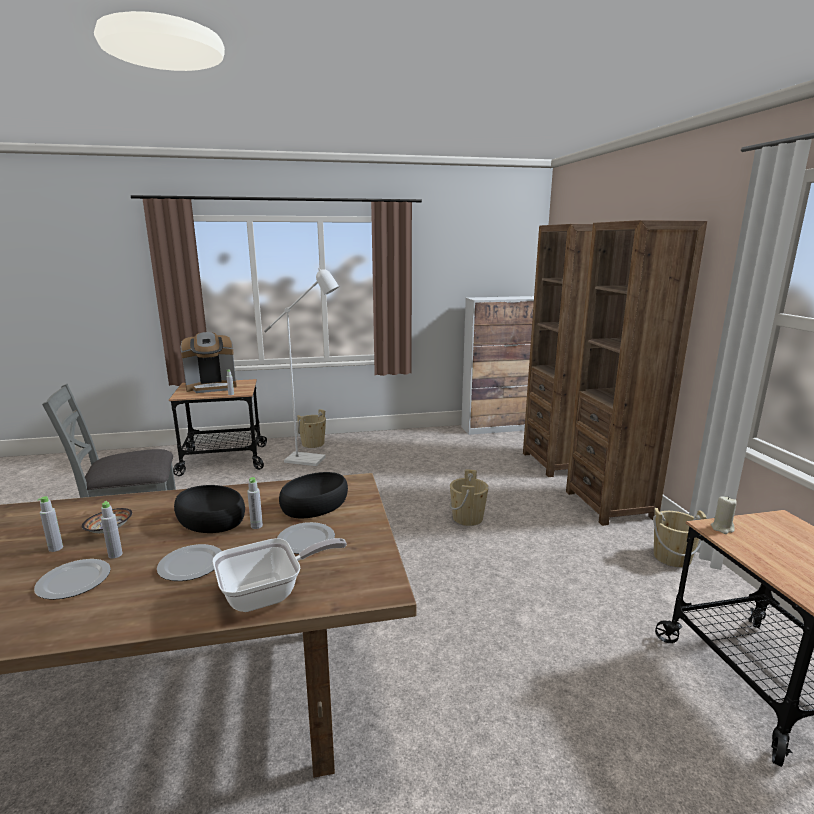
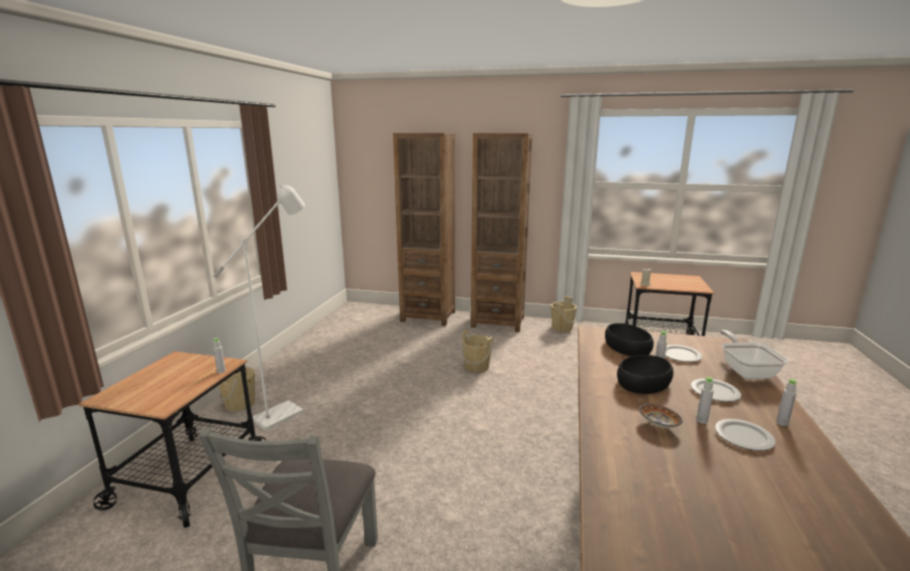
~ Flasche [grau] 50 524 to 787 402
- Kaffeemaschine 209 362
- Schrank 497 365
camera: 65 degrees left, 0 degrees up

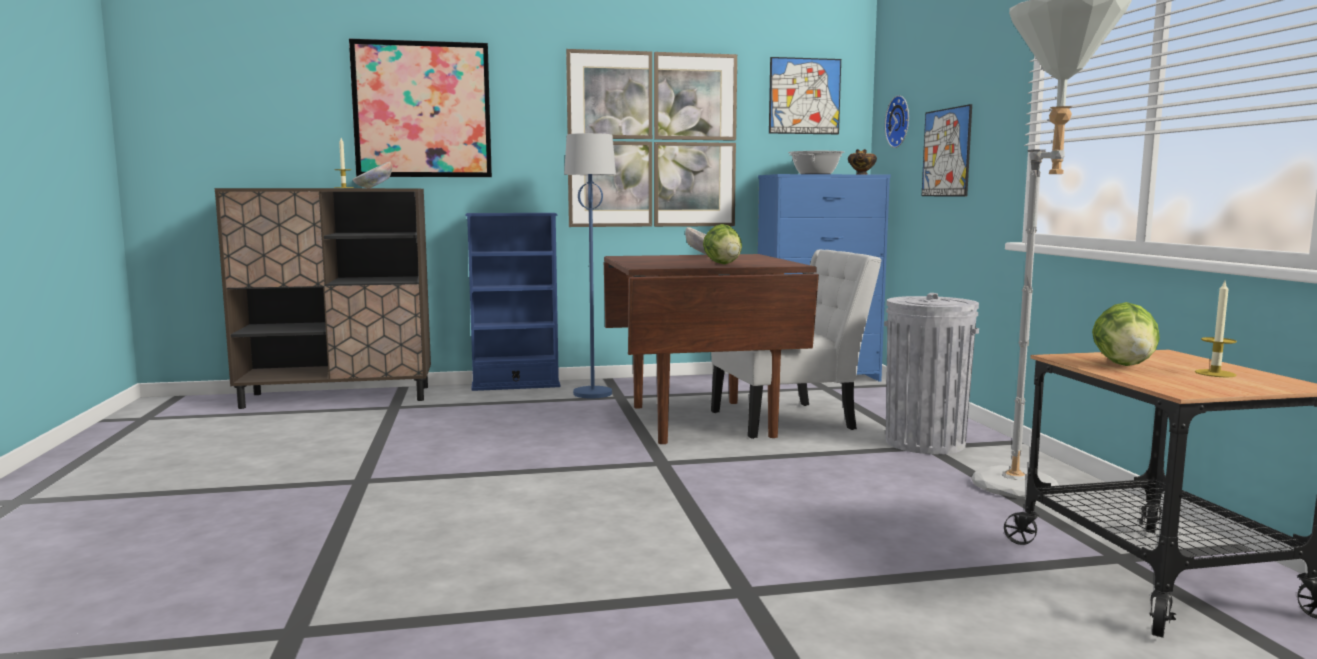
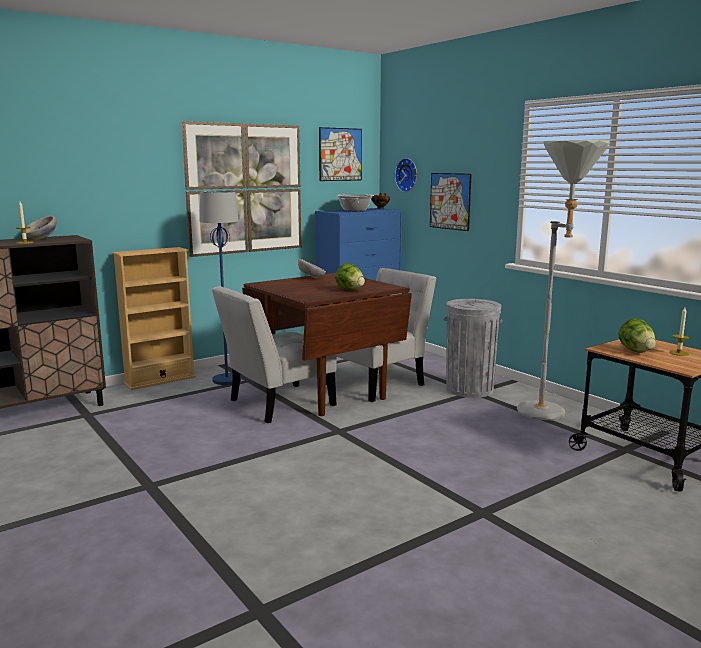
- Bild 420 108
~ Bücherregal [blau] 512 302 to Bücherregal [beige] 154 318
+ Stuhl [weiß] 274 354
camera: 25 degrees left, 5 degrees up

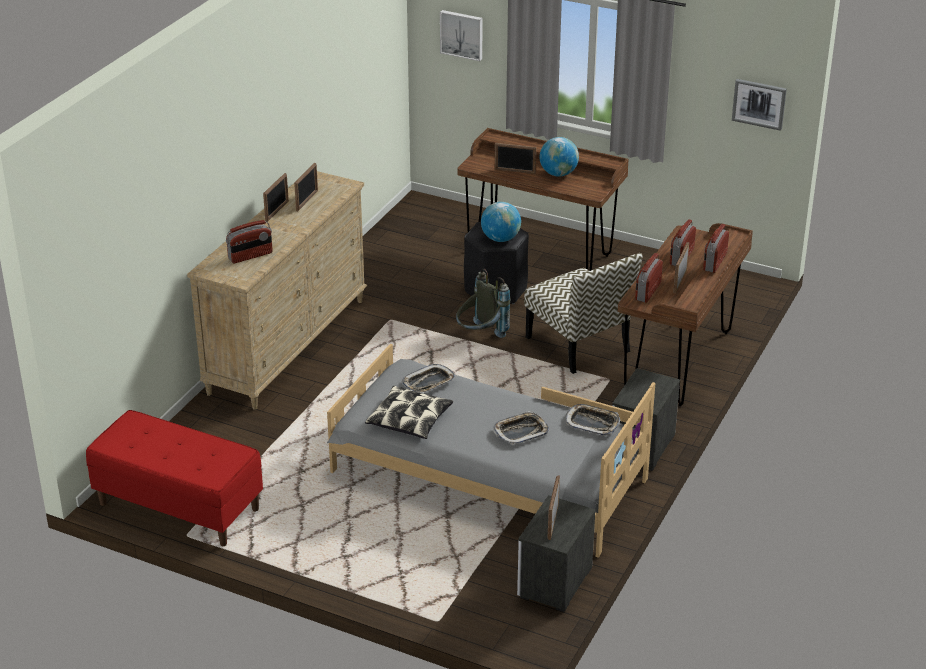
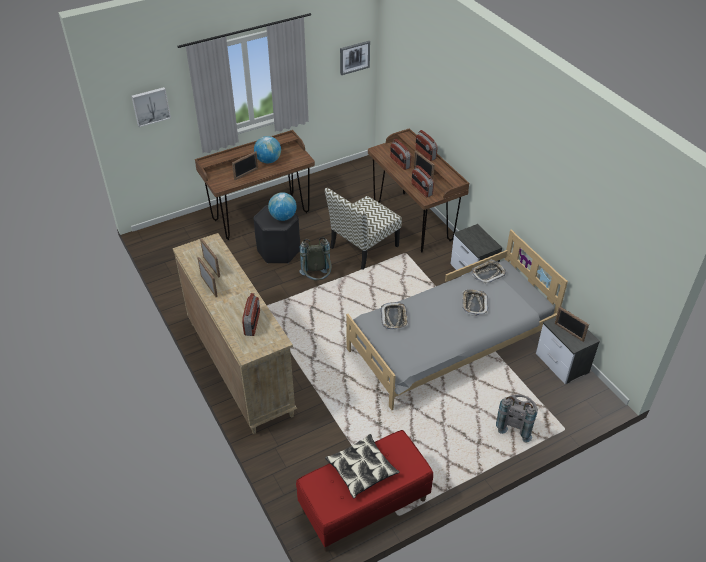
~ Kissen 409 412 to 362 466
~ Stuhl 583 313 = 363 229 135 degrees clockwise
+ Rucksack [grau] 517 419
camera: 55 degrees left, 10 degrees up

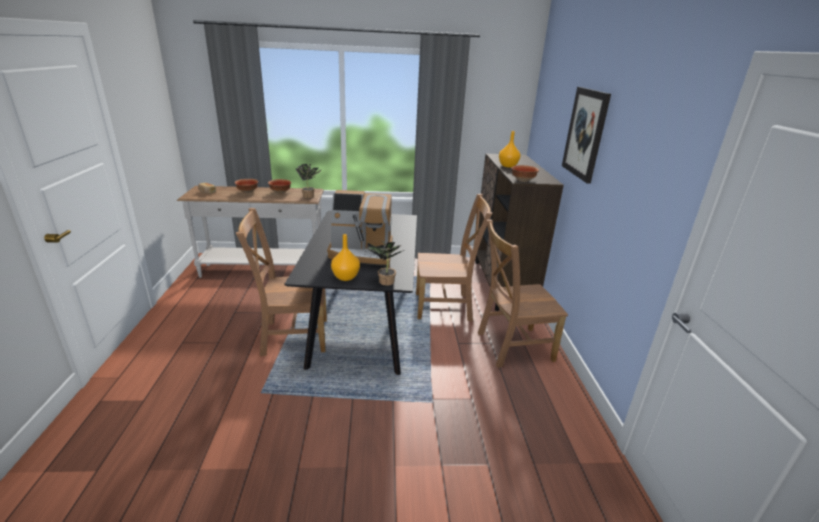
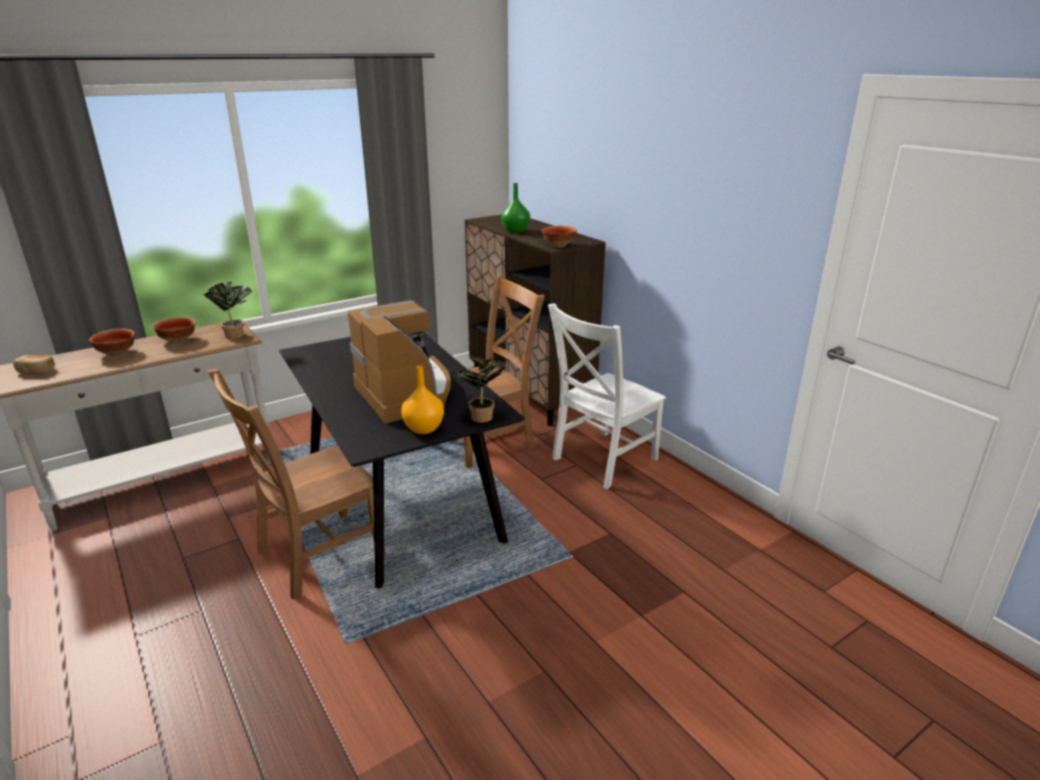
~ Kaffeemaschine 360 229 = 399 362 90 degrees counterclockwise
~ Stuhl [braun] 523 293 to Stuhl [weiß] 607 396
~ Vase [orange] 510 149 to Vase [grün] 515 208
- Bild 586 135
camera: 30 degrees left, 0 degrees up

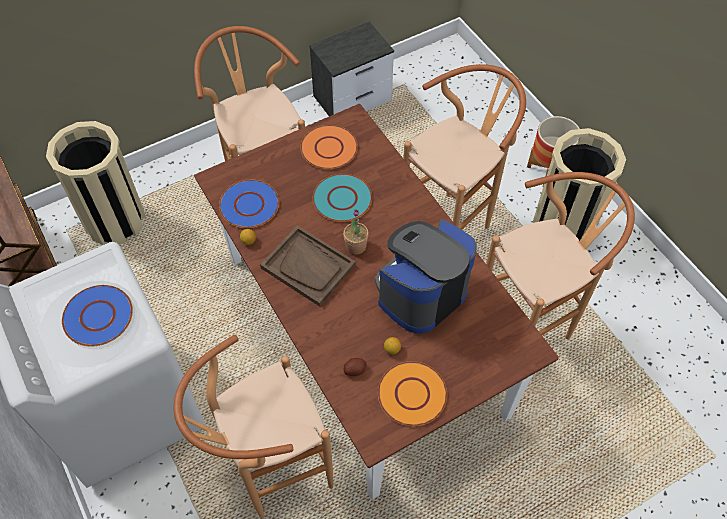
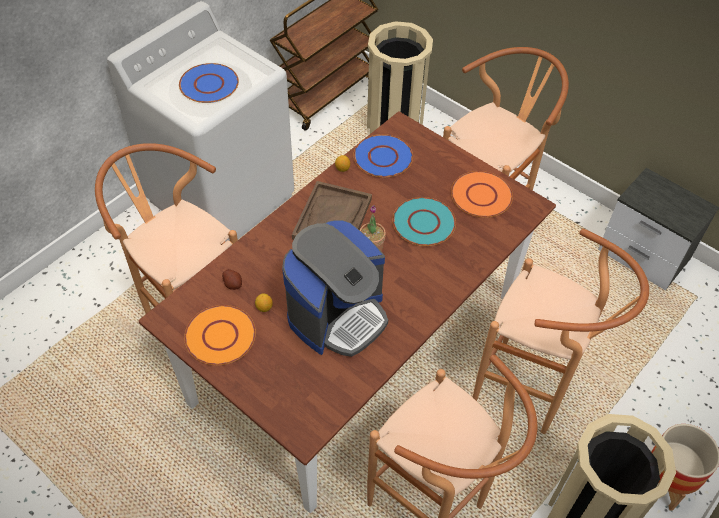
~ Kaffeemaschine 426 276 = 335 288 105 degrees clockwise
camera: 70 degrees right, 5 degrees down

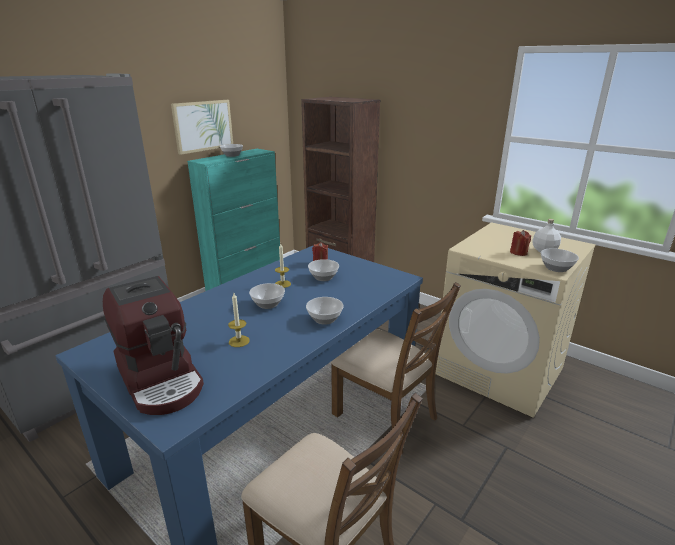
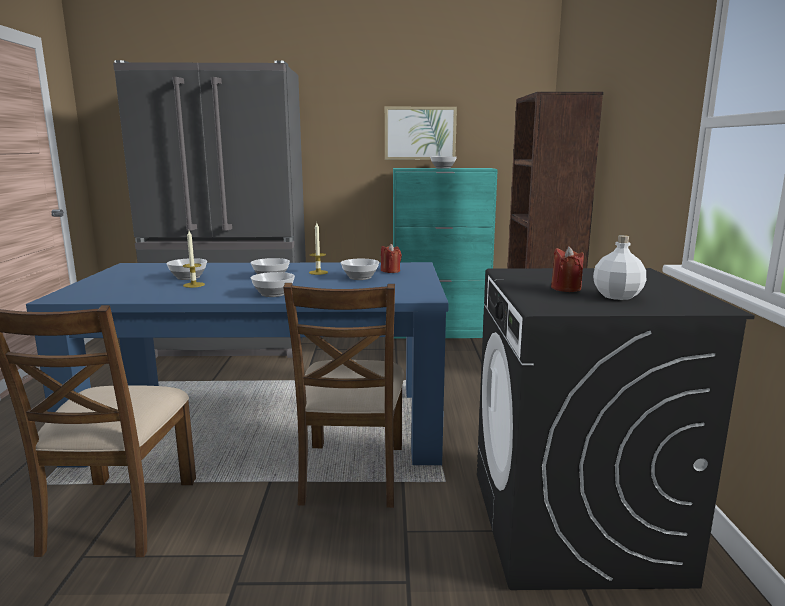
- Kaffeemaschine 153 345
~ Waschmaschine [beige] 516 320 to Waschmaschine [schwarz] 616 429
~ Schüssel 560 260 to 187 269
camera: 50 degrees right, 10 degrees down

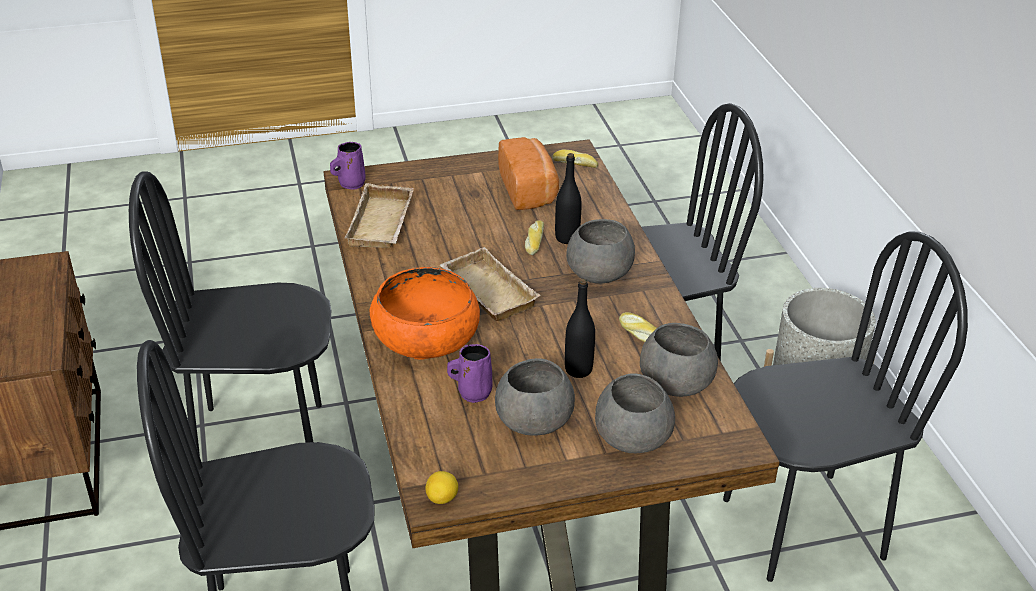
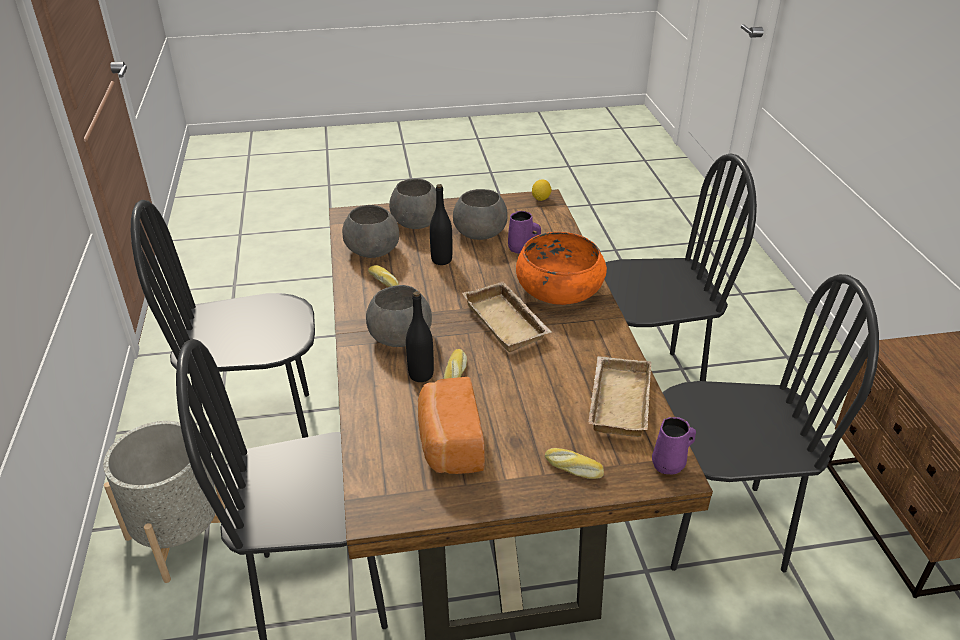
~ Brot 575 159 to 574 463
camera: 175 degrees left, 0 degrees up

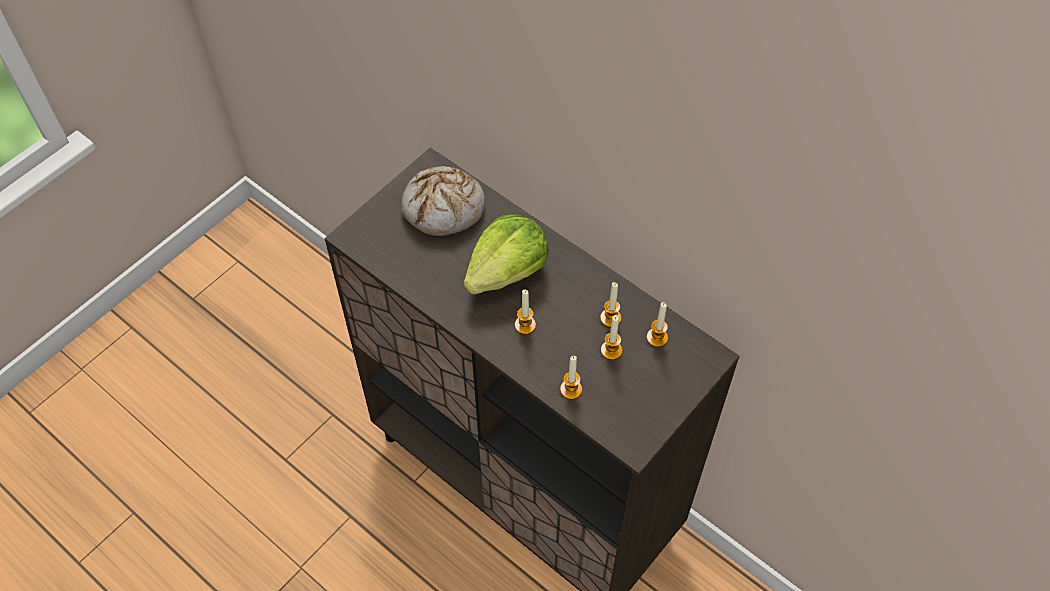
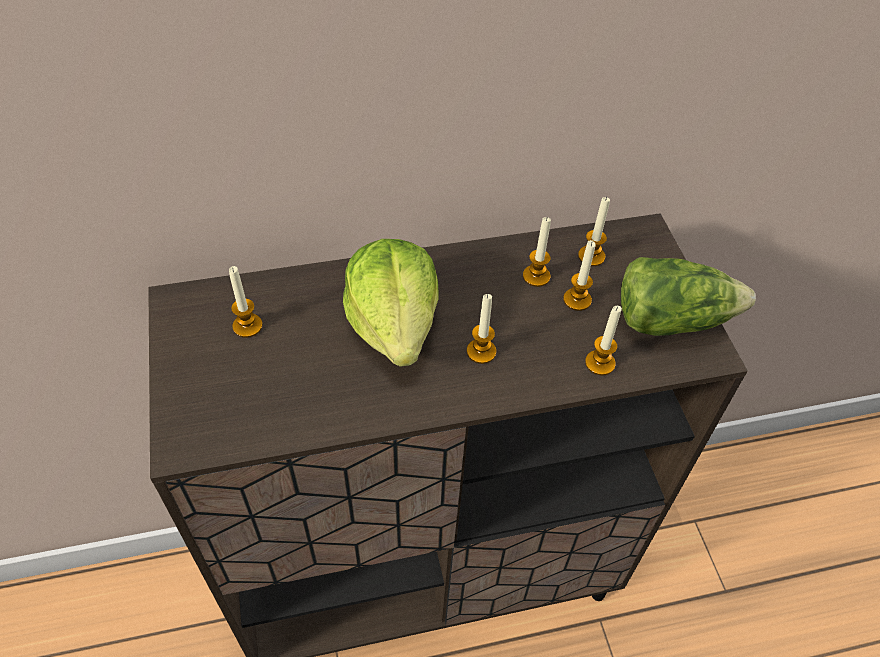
~ Brot 443 201 to Kerze 246 302
+ Salatkopf 688 296
camera: 55 degrees left, 5 degrees down

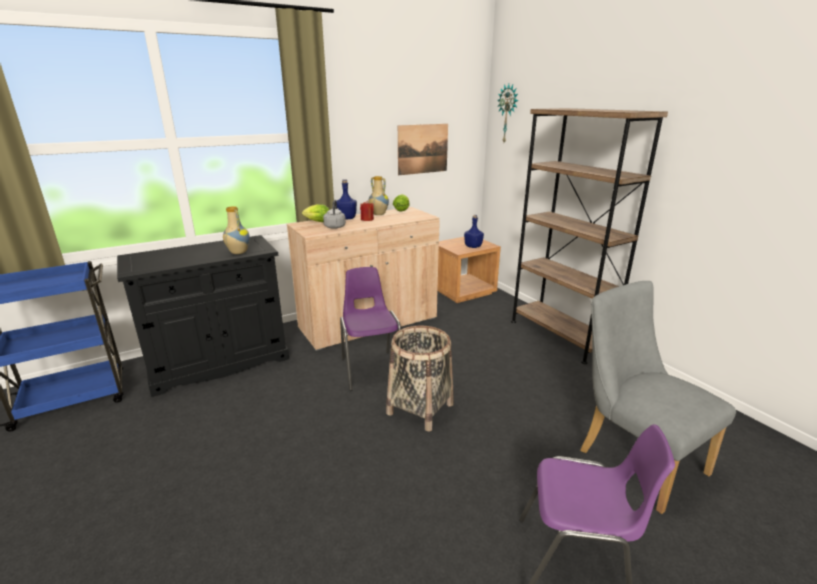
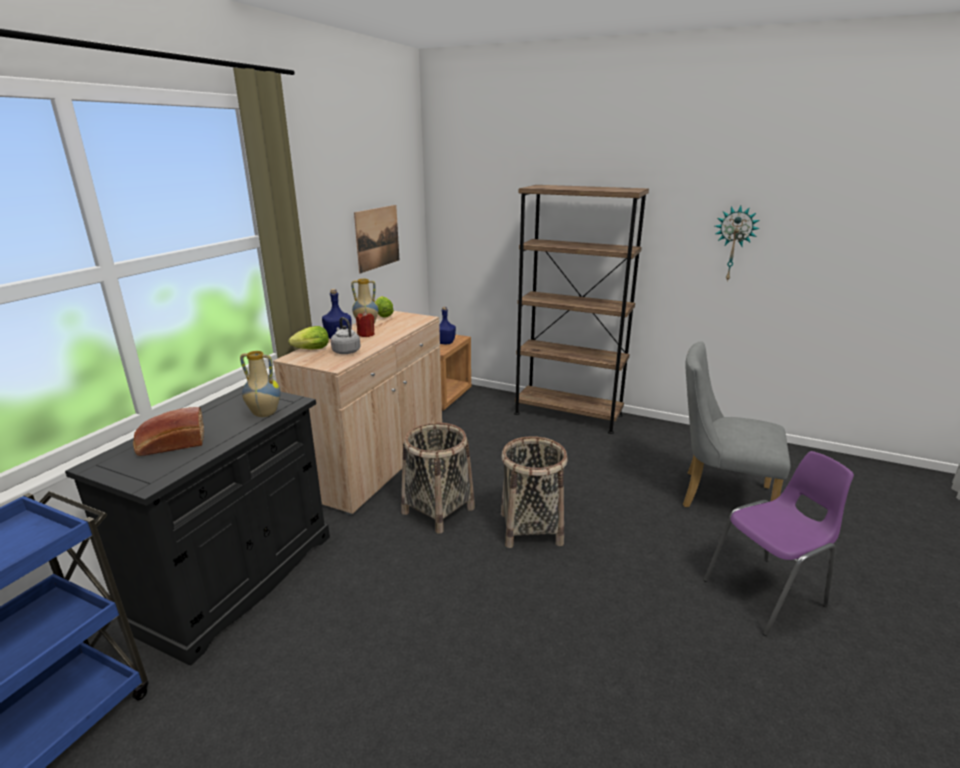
~ Stuhl [lila] 370 329 to Korb 438 478
~ Wanduhr 507 113 to 737 243
+ Brot 168 431
camera: 35 degrees left, 0 degrees up

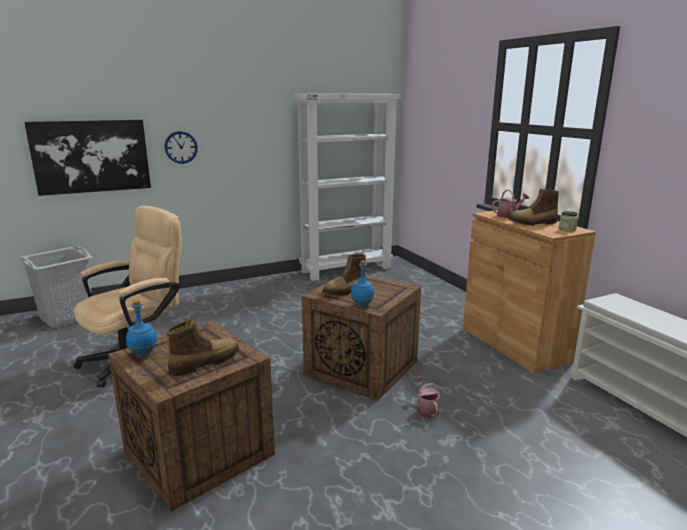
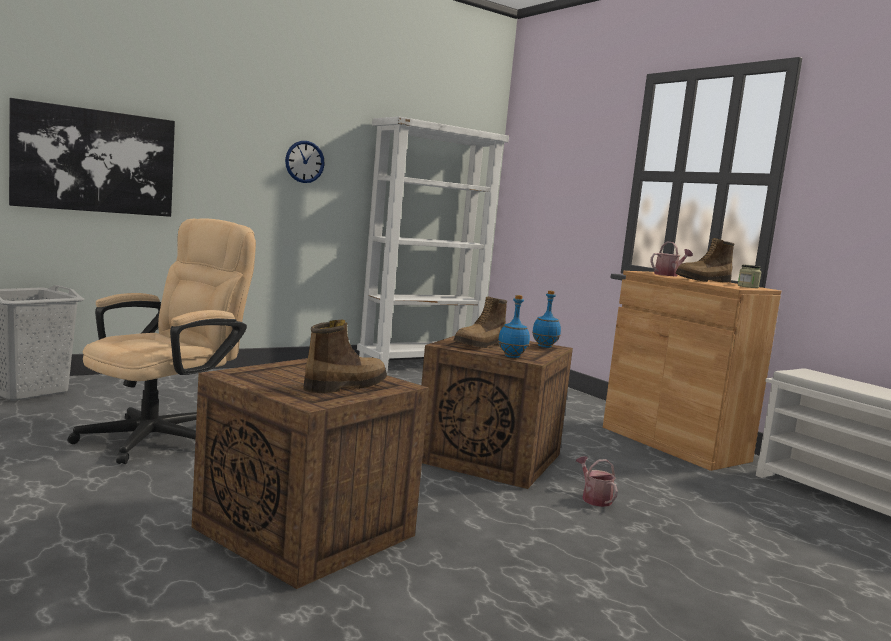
~ Flasche [blau] 142 328 to 546 319
~ Wanduhr 181 147 to 305 162
camera: 10 degrees left, 10 degrees down

